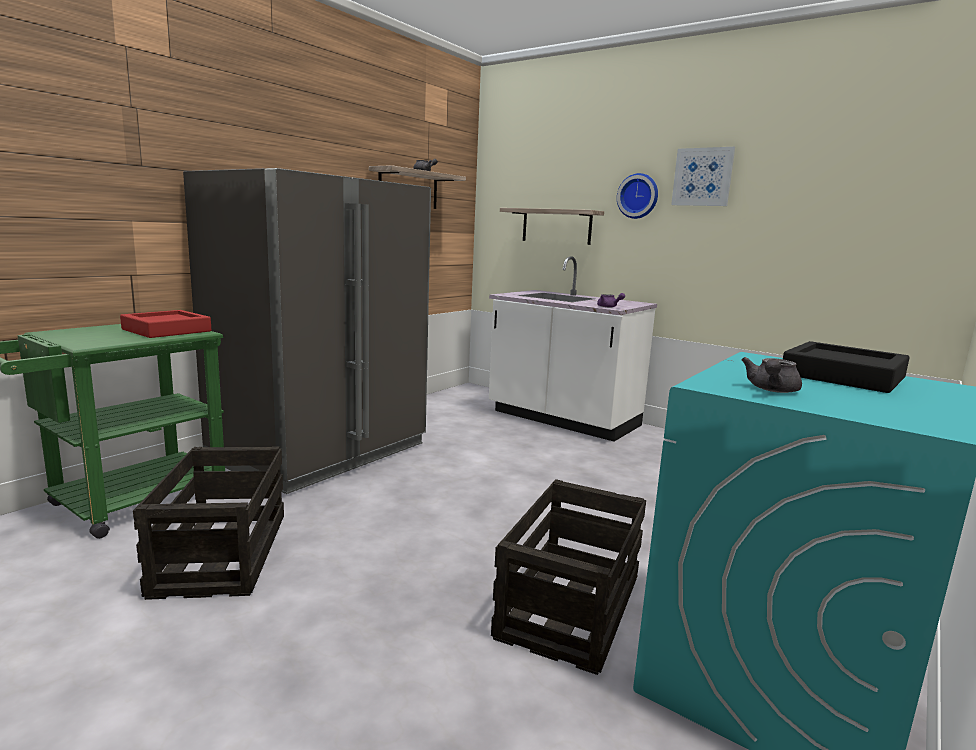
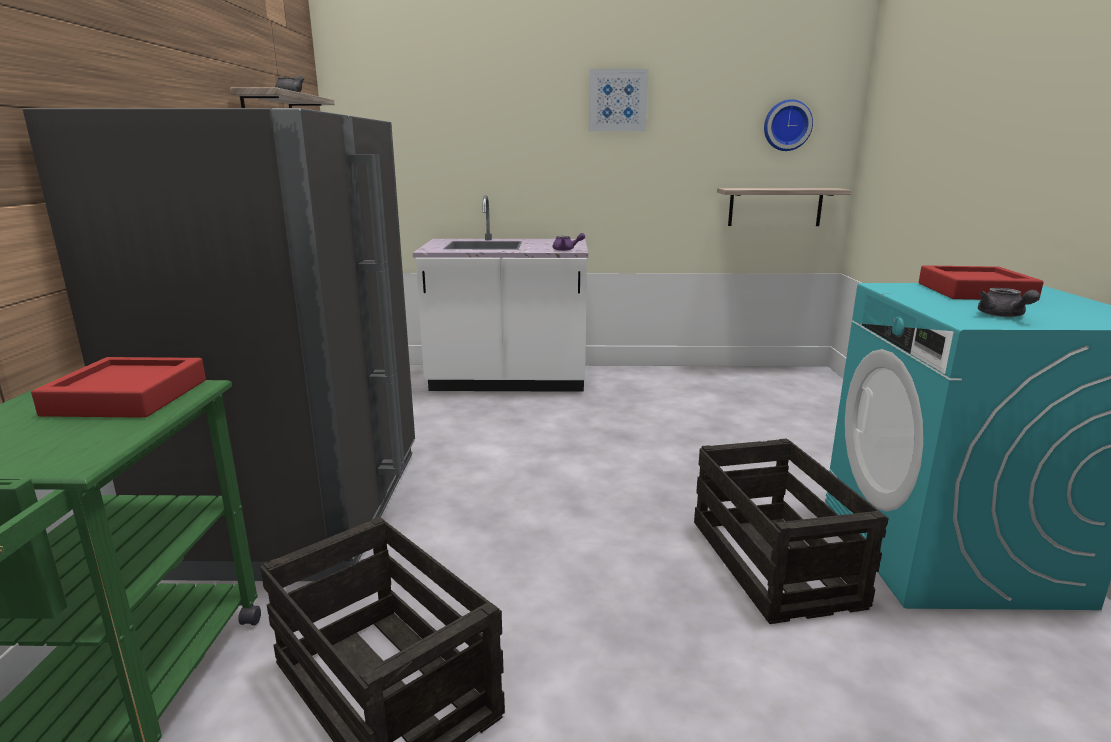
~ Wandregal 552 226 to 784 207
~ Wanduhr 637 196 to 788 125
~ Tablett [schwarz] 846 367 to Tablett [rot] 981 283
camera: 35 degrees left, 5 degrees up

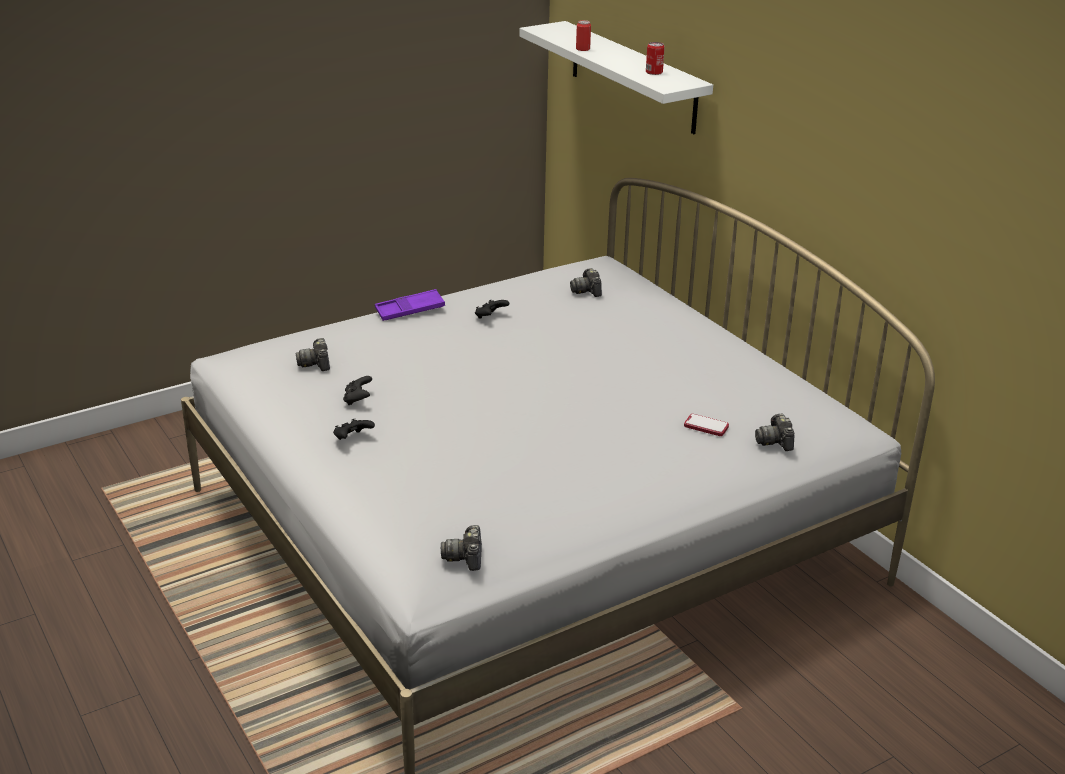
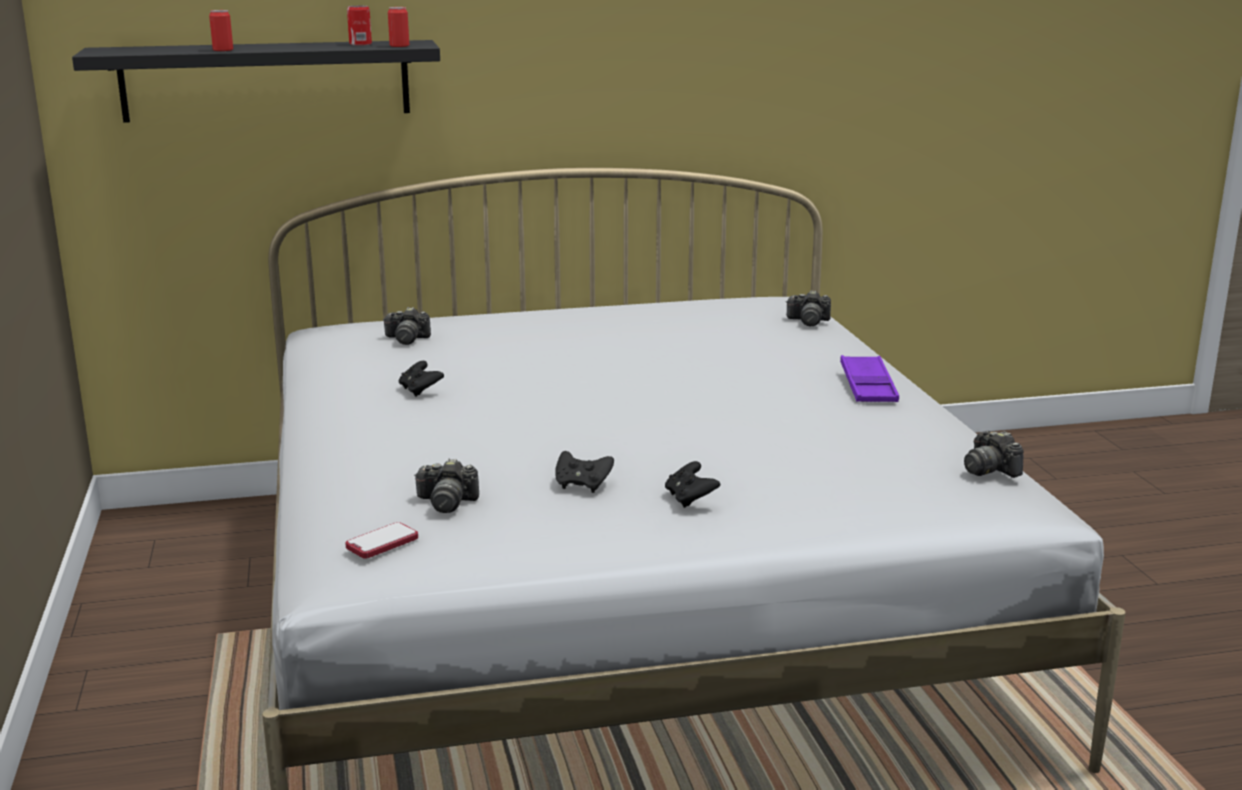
~ Tablett [lila] 410 305 to 869 378
~ Kamera 461 548 = 994 454 45 degrees clockwise
~ Wandregal [weiß] 616 77 to Wandregal [schwarz] 256 81
~ Handy 706 425 to 381 540
+ Dose 398 27
camera: 70 degrees left, 10 degrees down

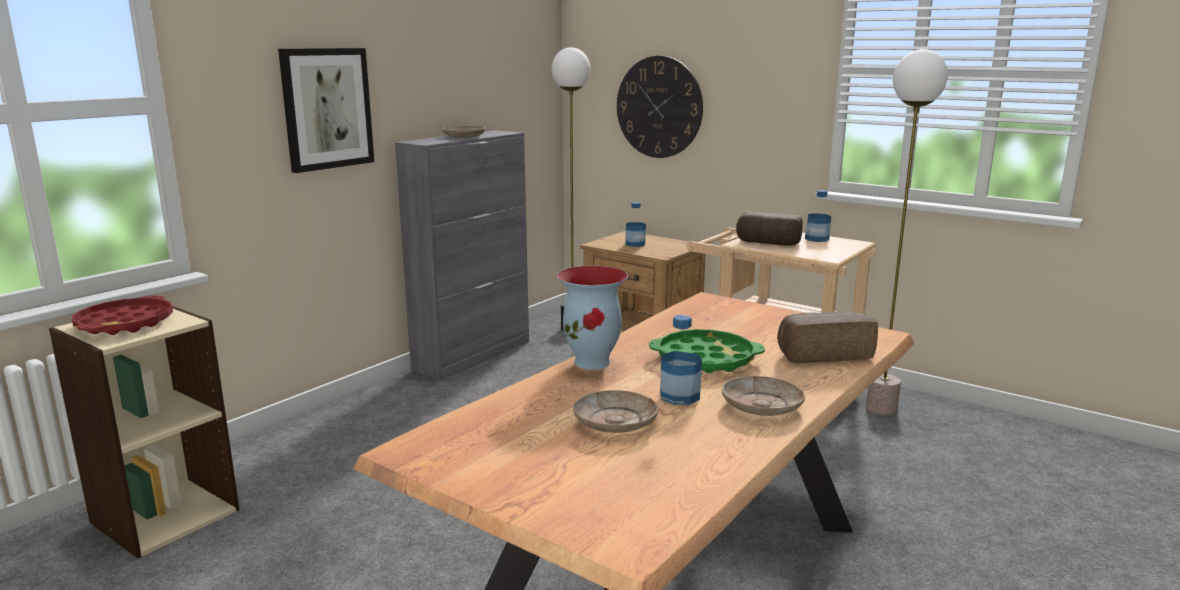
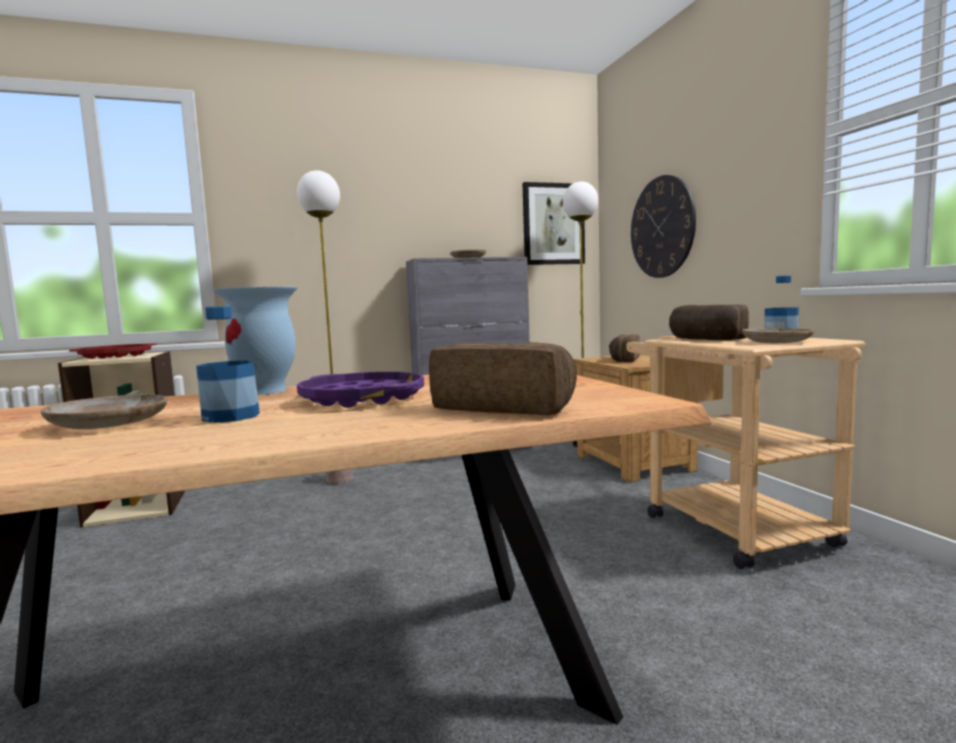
~ Bild 326 110 to 553 223
~ Flasche 635 224 to Brot 624 348
~ Tablett [grün] 707 351 to Tablett [lila] 360 390
~ Teller [beige] 763 396 to 778 335
~ Stehlampe 907 232 to 325 327
camera: 35 degrees right, 10 degrees down

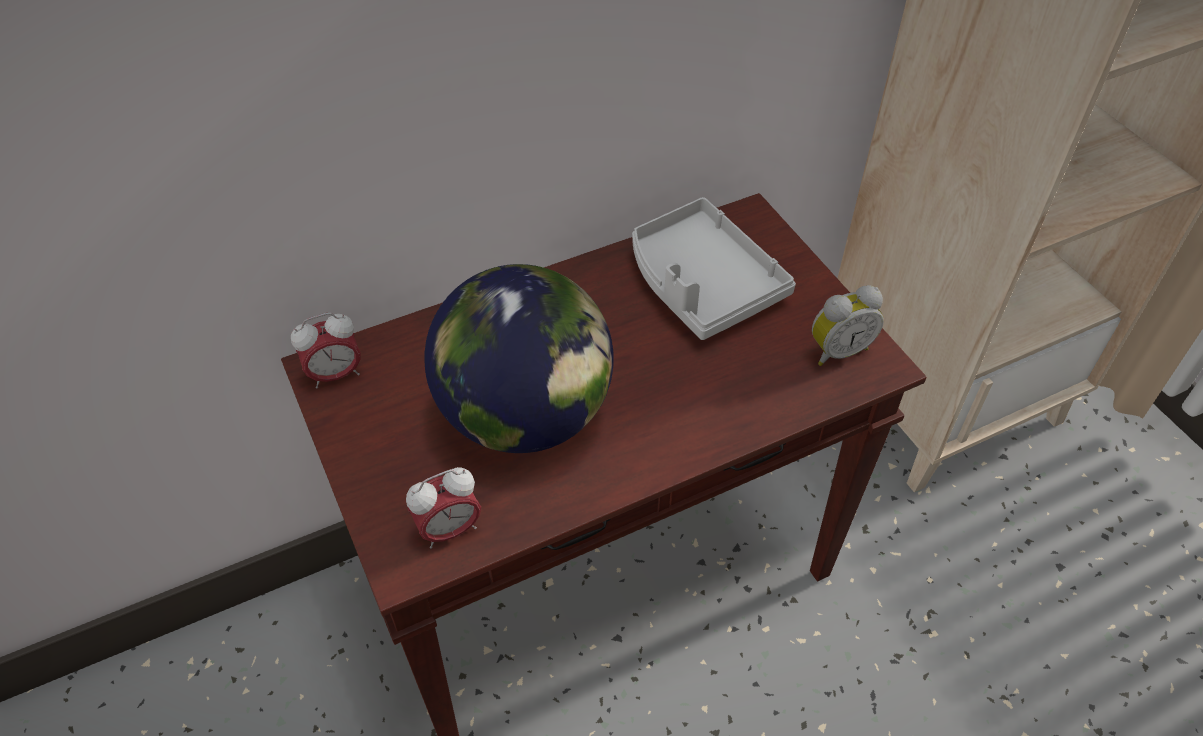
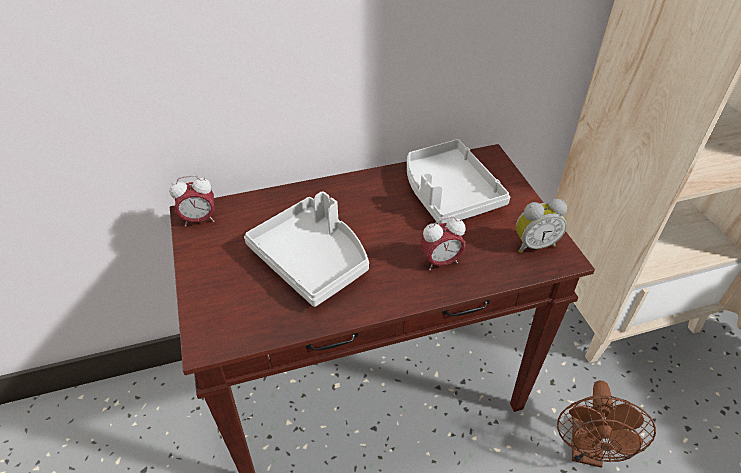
~ Wecker 443 508 to 443 243
~ Globus 519 358 to Tablett [grau] 306 249
+ Ventilator [braun] 606 424
camera: 10 degrees right, 5 degrees down

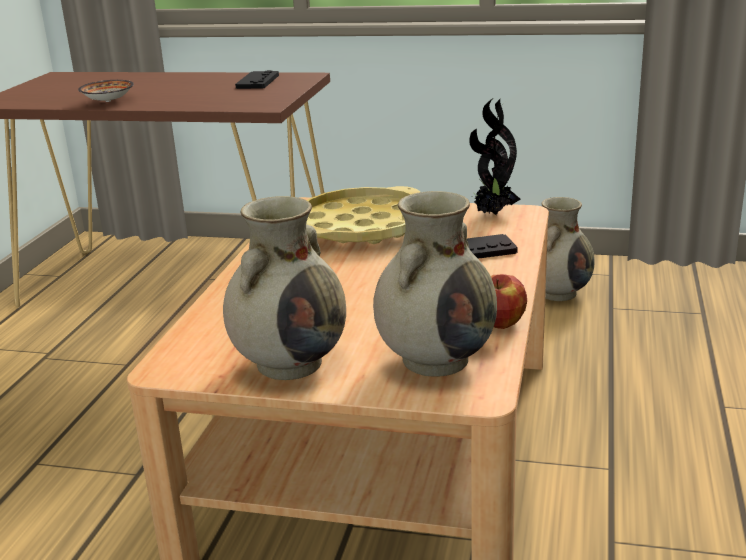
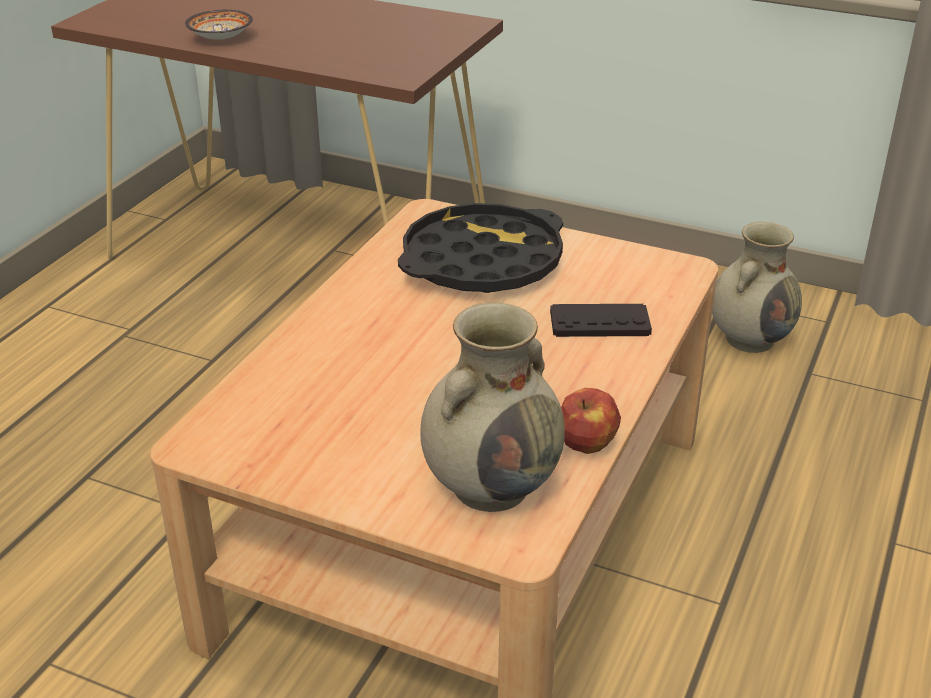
- Vase [beige] 284 288
- Gamepad [schwarz] 257 79
~ Tablett [gelb] 363 215 to Tablett [schwarz] 480 248
- Topfpflanze 495 156
camera: 10 degrees right, 10 degrees up

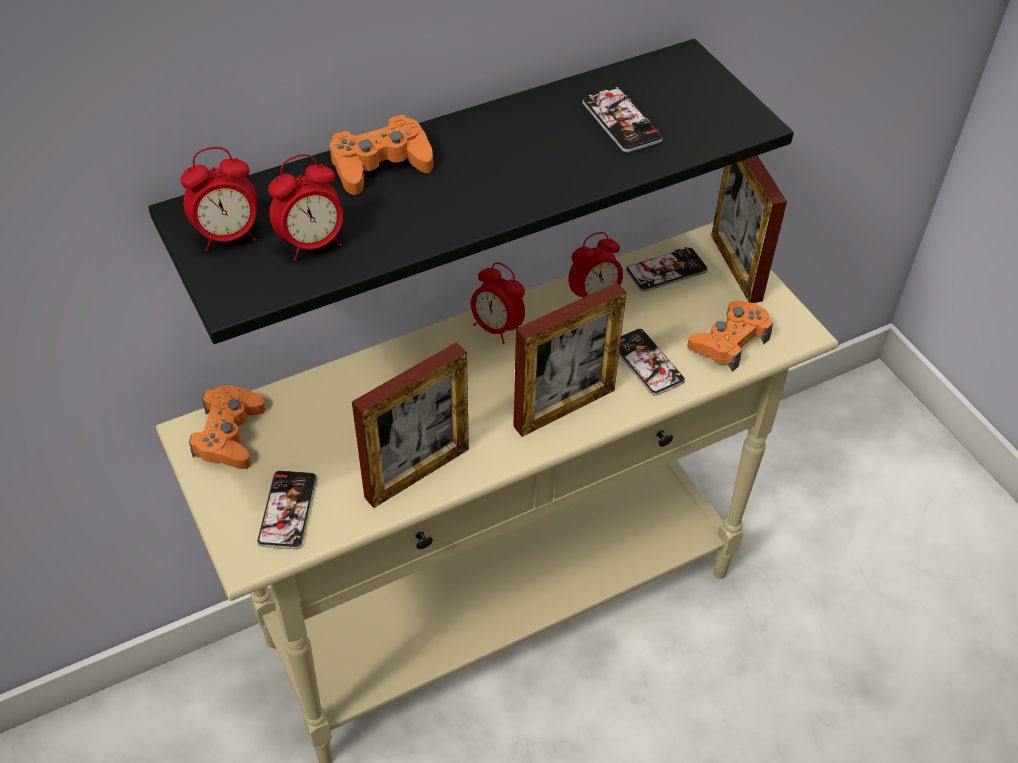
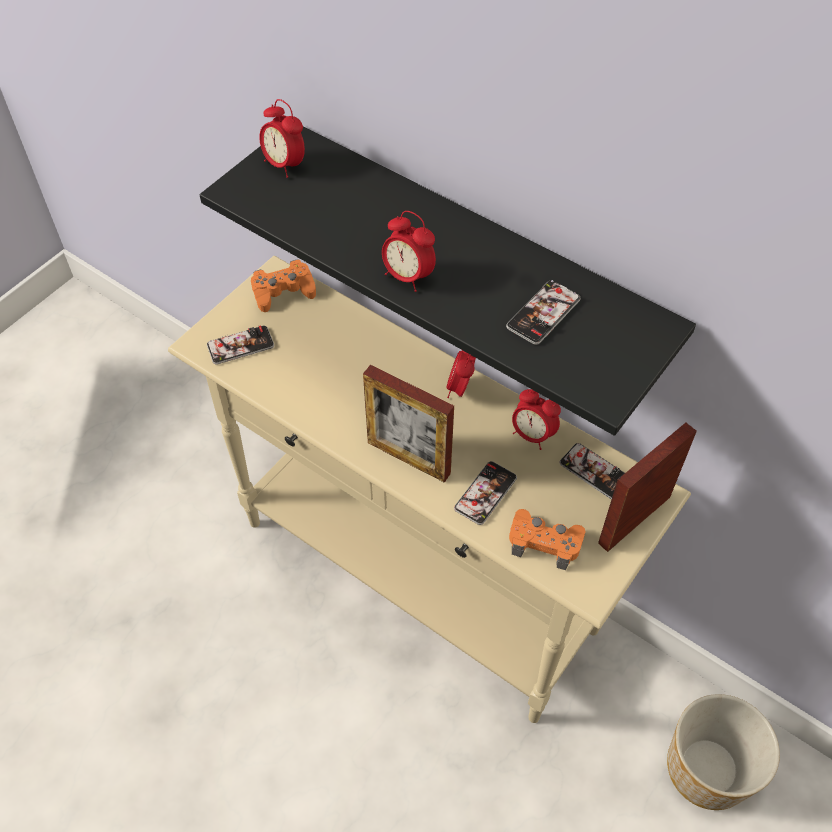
~ Wecker 305 207 to 409 251
- Gamepad [orange] 381 154
- Bilderrahmen 410 425
+ Pflanzkübel 723 752
camera: 65 degrees right, 5 degrees up

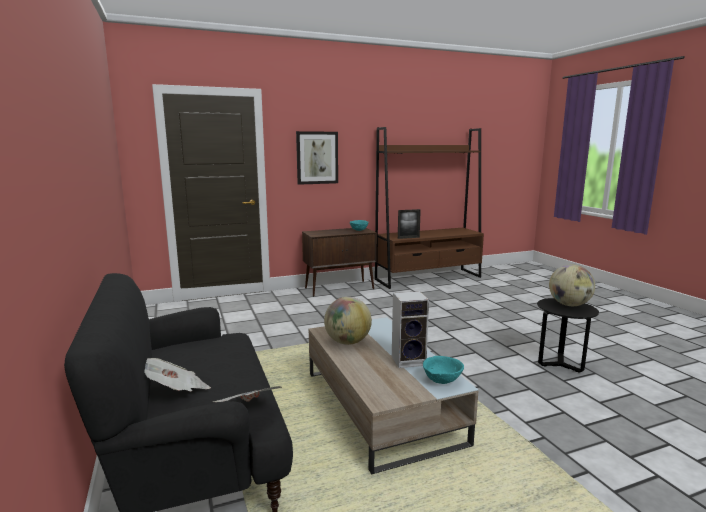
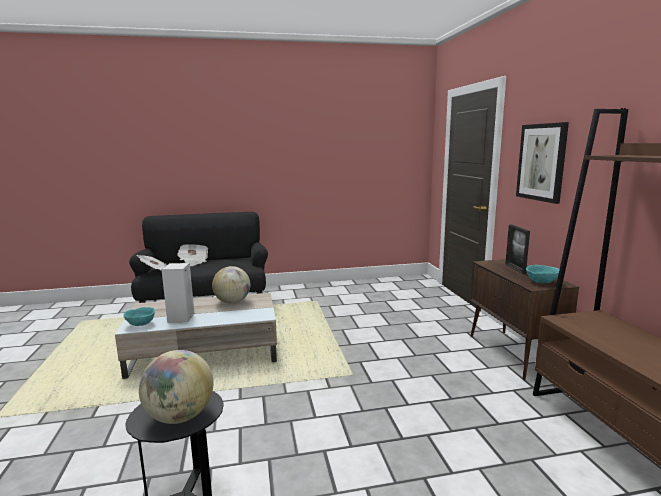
~ Bilderrahmen 409 224 to 517 249
camera: 100 degrees right, 0 degrees up

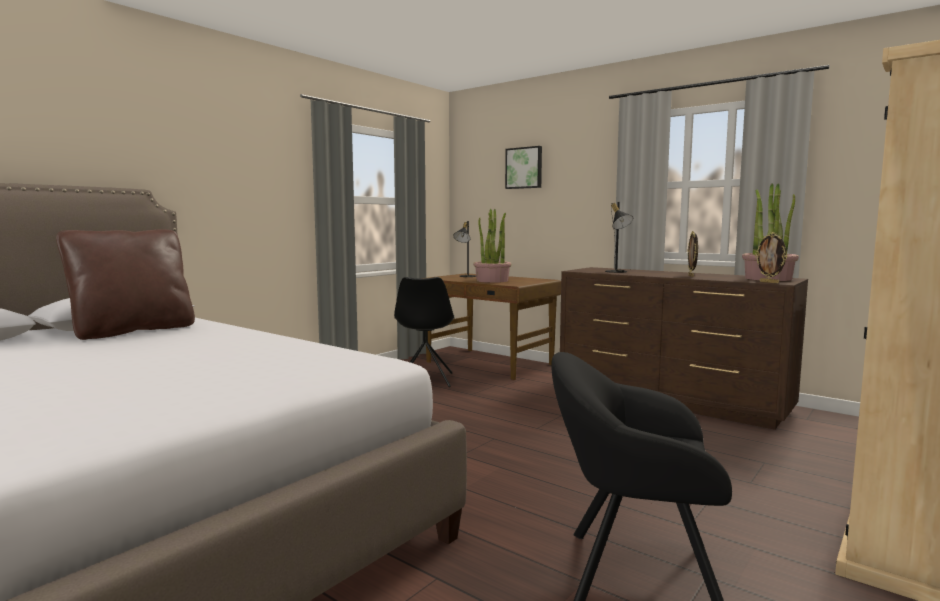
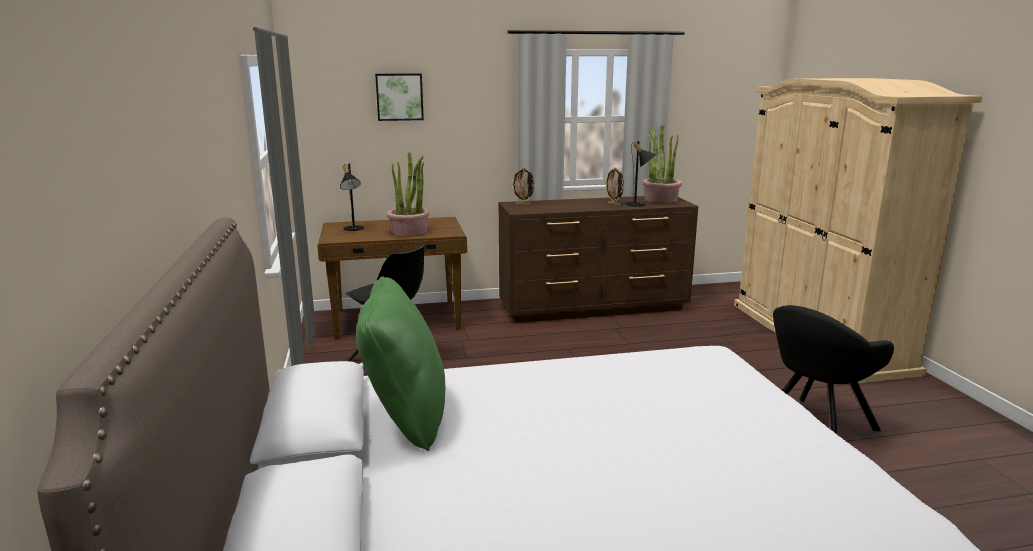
~ Kissen [braun] 125 284 to Kissen [grün] 400 364
~ Tischlampe [schwarz] 619 237 to 640 174
~ Bilderrahmen 771 257 to 523 186
camera: 50 degrees left, 10 degrees up

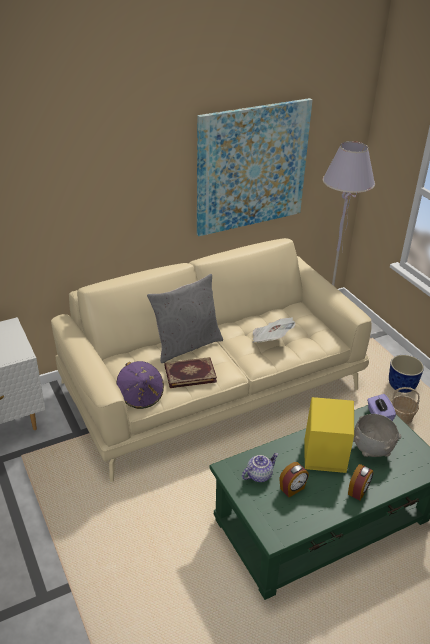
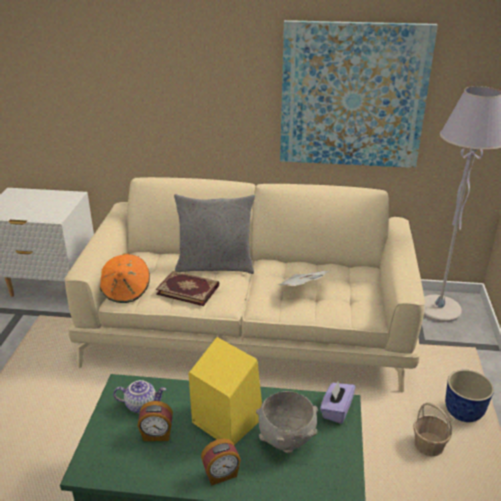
~ Hut [lila] 140 385 to Hut [orange] 125 278
camera: 35 degrees right, 5 degrees down

